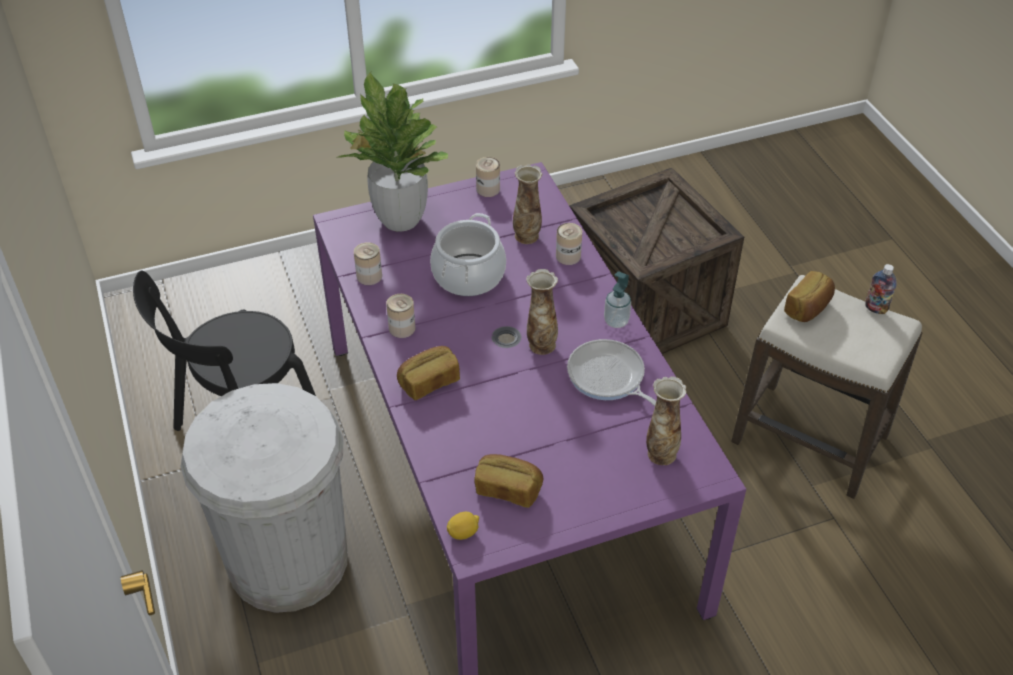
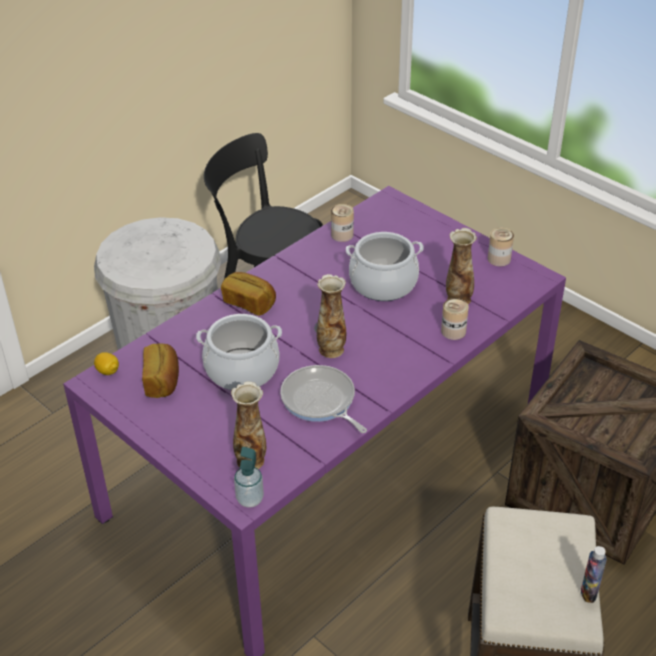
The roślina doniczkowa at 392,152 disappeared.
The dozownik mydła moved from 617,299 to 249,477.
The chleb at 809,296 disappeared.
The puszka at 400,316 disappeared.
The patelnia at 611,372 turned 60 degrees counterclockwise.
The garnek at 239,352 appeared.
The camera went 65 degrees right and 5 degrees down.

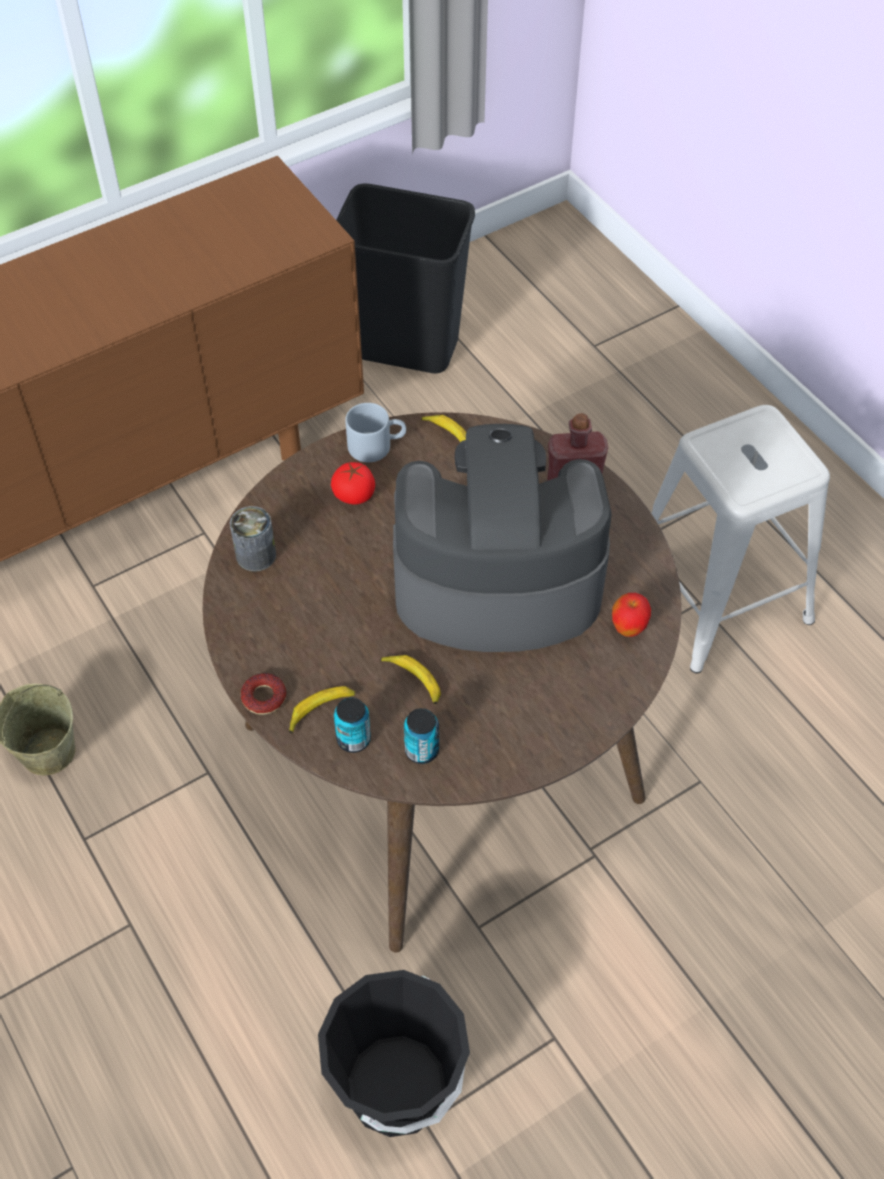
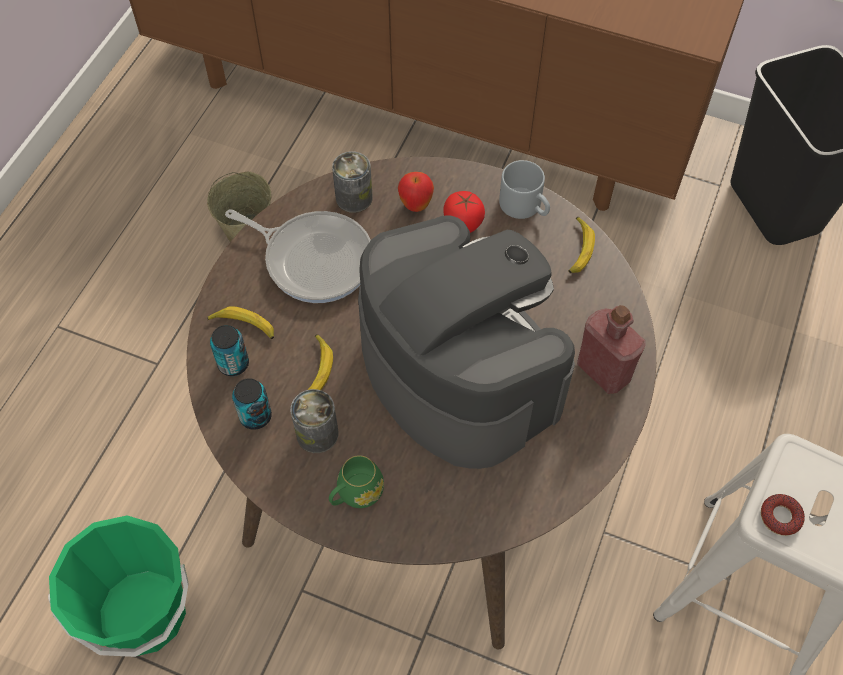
The jabłko moved from 631,615 to 416,192.
The donut moved from 263,694 to 783,515.
The wiadro (czarny) at 394,1053 became the wiadro (zielony) at 118,586.
The patelnia at 298,256 appeared.
The puszka at 314,421 appeared.
The kubek (zielony) at 356,481 appeared.
The camera went 55 degrees right and 5 degrees up.

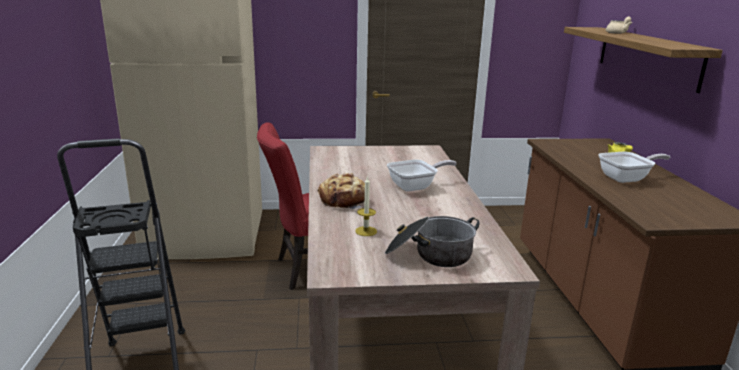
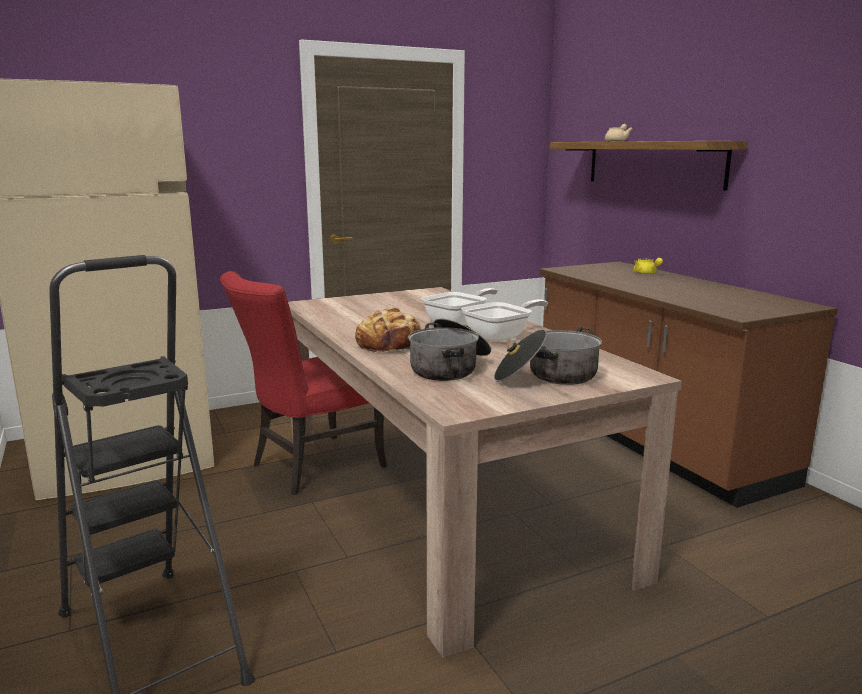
The patelnia moved from 634,167 to 505,320.
The świeca at 366,206 was replaced by the garnek at 449,350.
The camera went 20 degrees left and 5 degrees down.

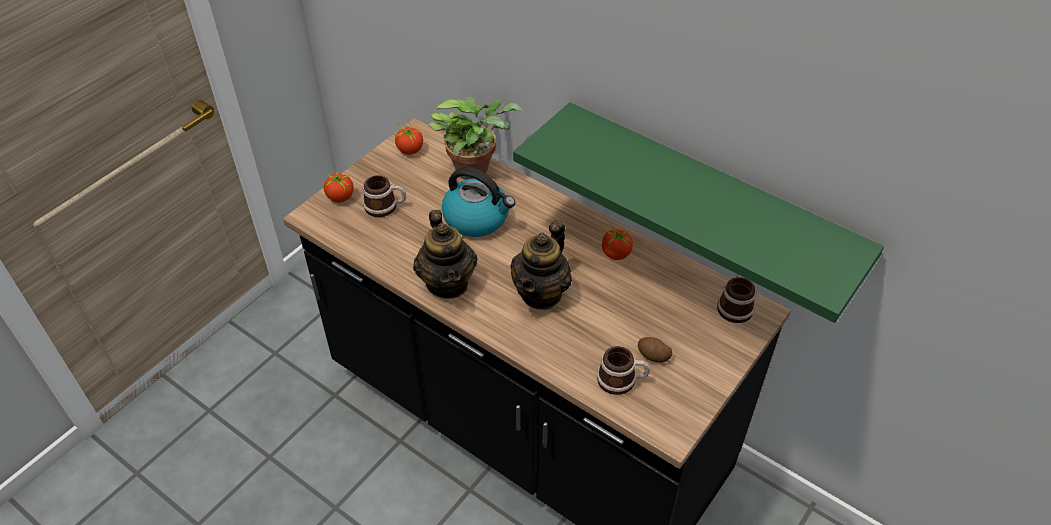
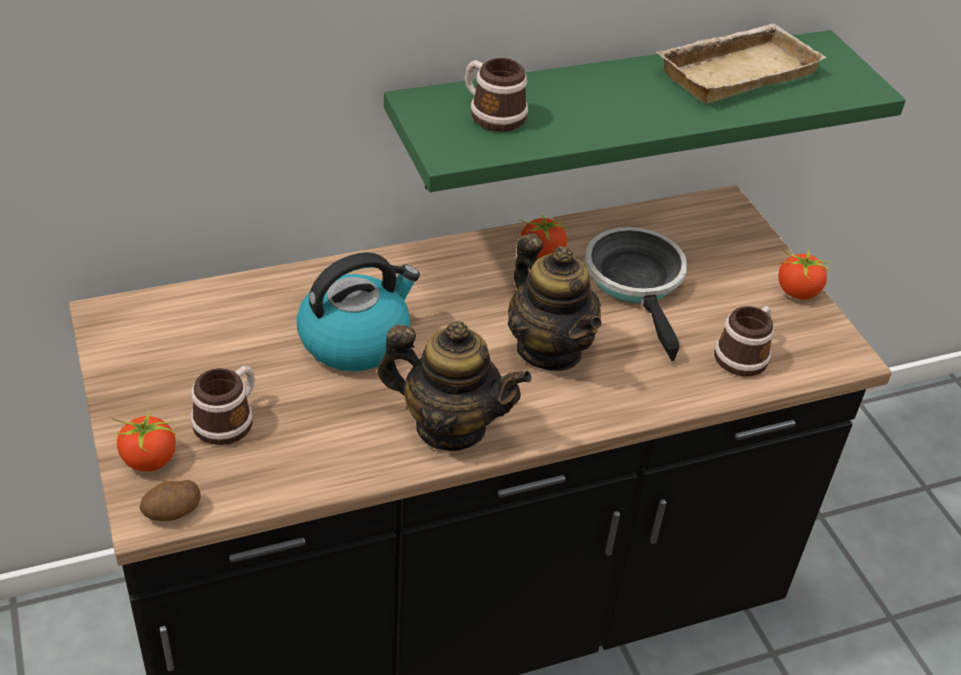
The roślina doniczkowa at 476,138 disappeared.
The pomidor moved from 409,138 to 804,274.
The kubek moved from 736,298 to 496,95.
The ziemniak moved from 655,350 to 170,500.
The taca (beżowy) at 742,63 appeared.
The patelnia at 636,294 appeared.
The camera went 60 degrees left and 5 degrees down.

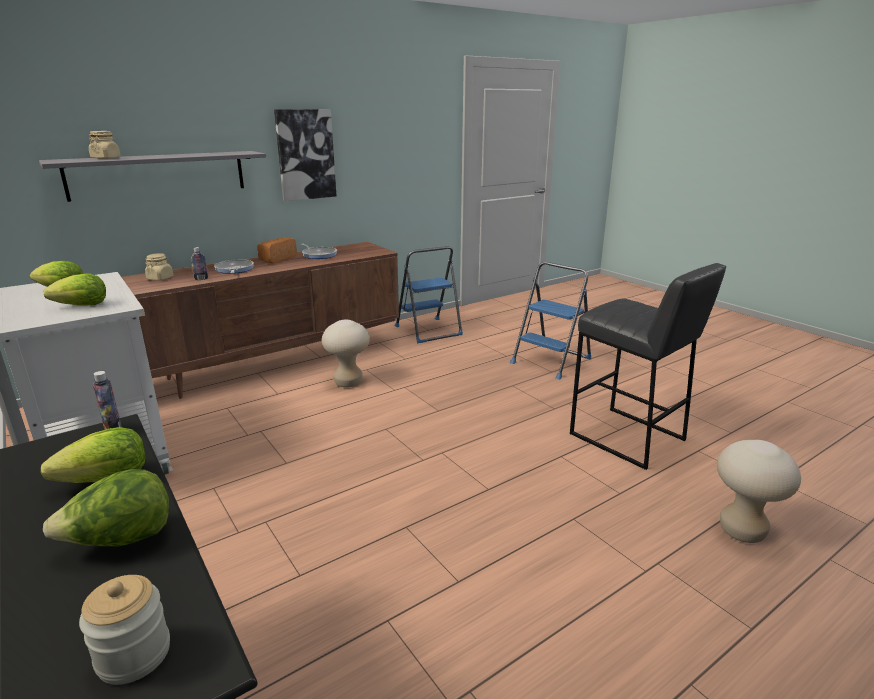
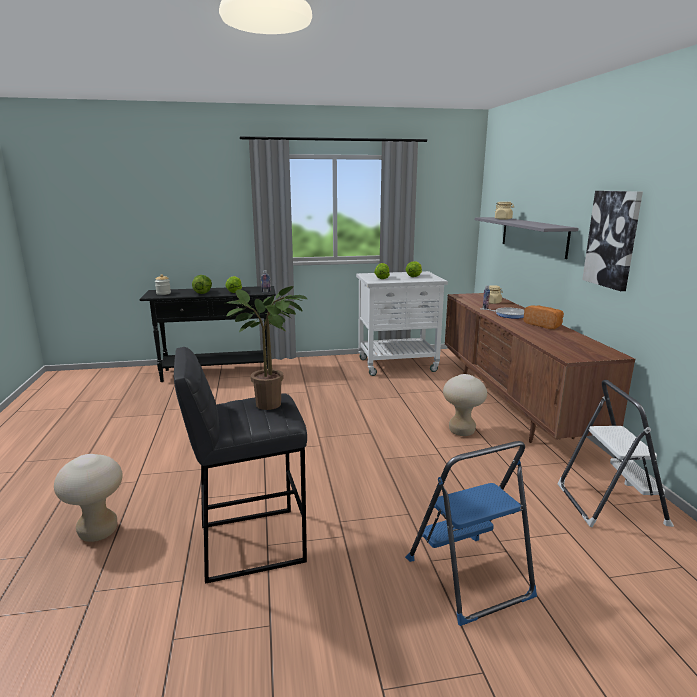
The patelnia at 318,251 disappeared.
The drabinka (niebieski) at 428,294 became the drabinka (biały) at 616,453.
The roślina doniczkowa at 266,348 appeared.
The camera went 115 degrees right and 5 degrees down.

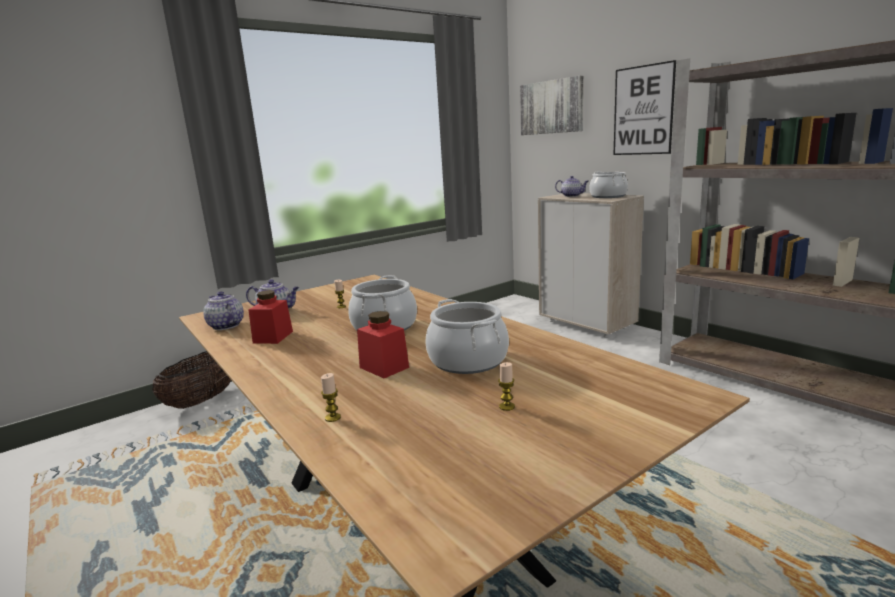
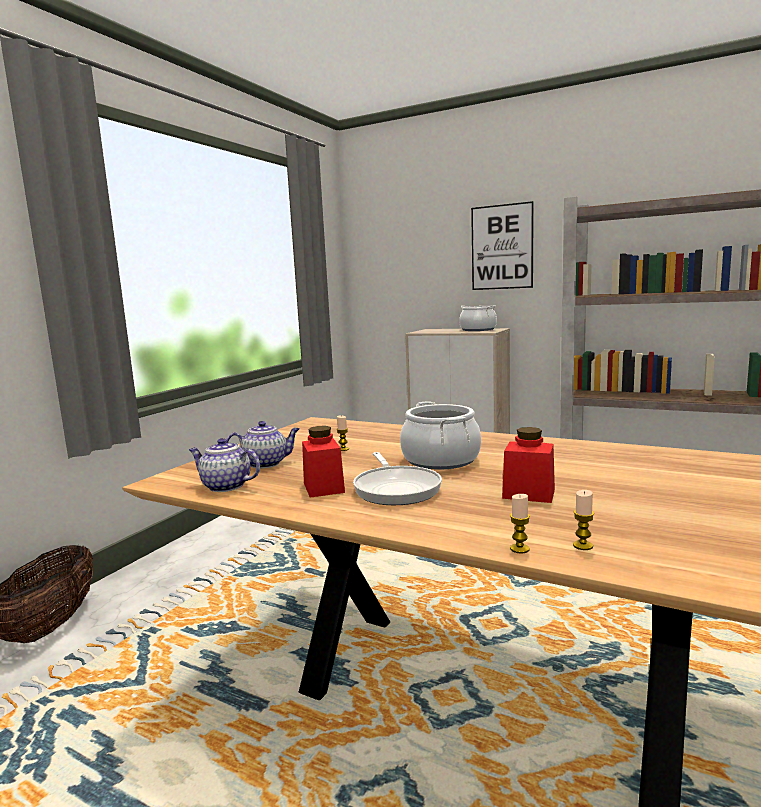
The obraz at 551,105 disappeared.
The imbryk at 571,186 disappeared.
The garnek at 467,336 disappeared.
The świeca moved from 506,386 to 520,524.
The patelnia at 397,478 appeared.
The camera went 25 degrees left and 5 degrees down.

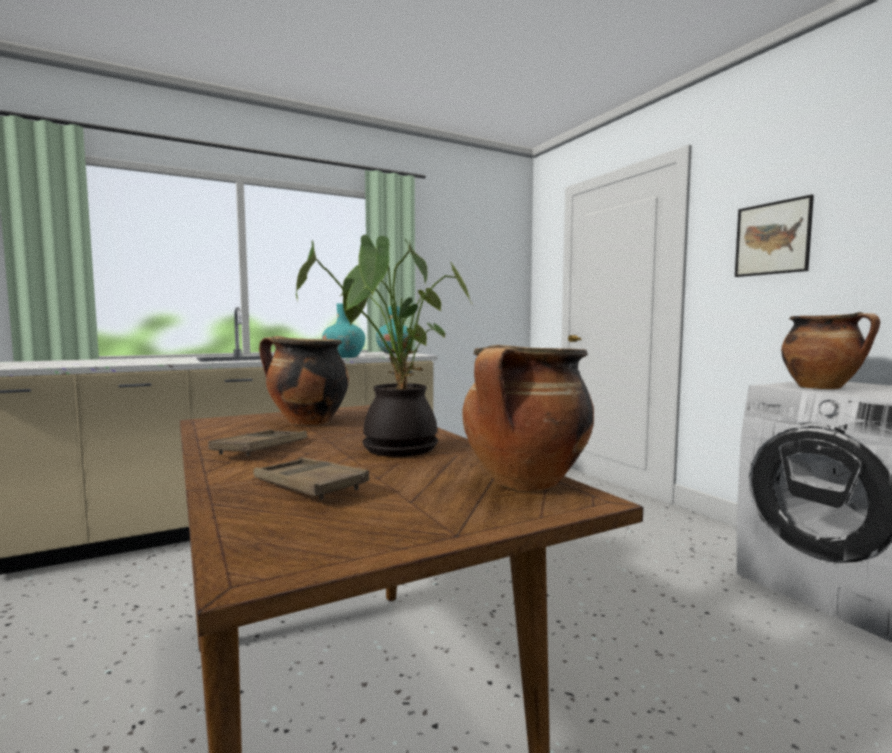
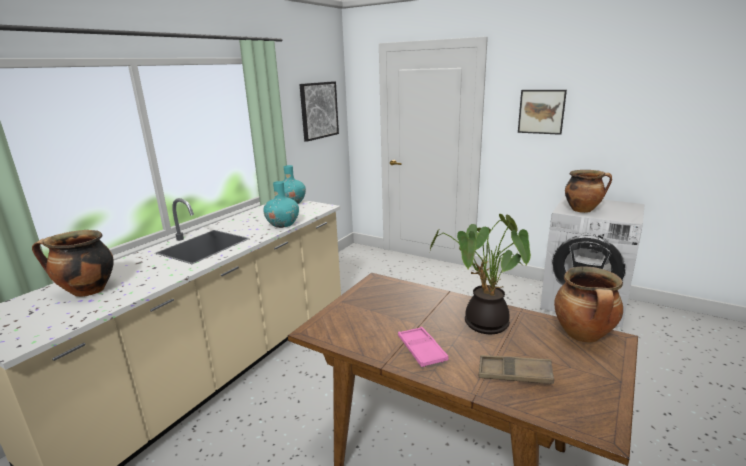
The garnek moved from 304,380 to 73,263.
The taca (brązowy) at 257,443 became the taca (różowy) at 423,347.
The obraz at 319,111 appeared.
The camera went 30 degrees left and 15 degrees up.

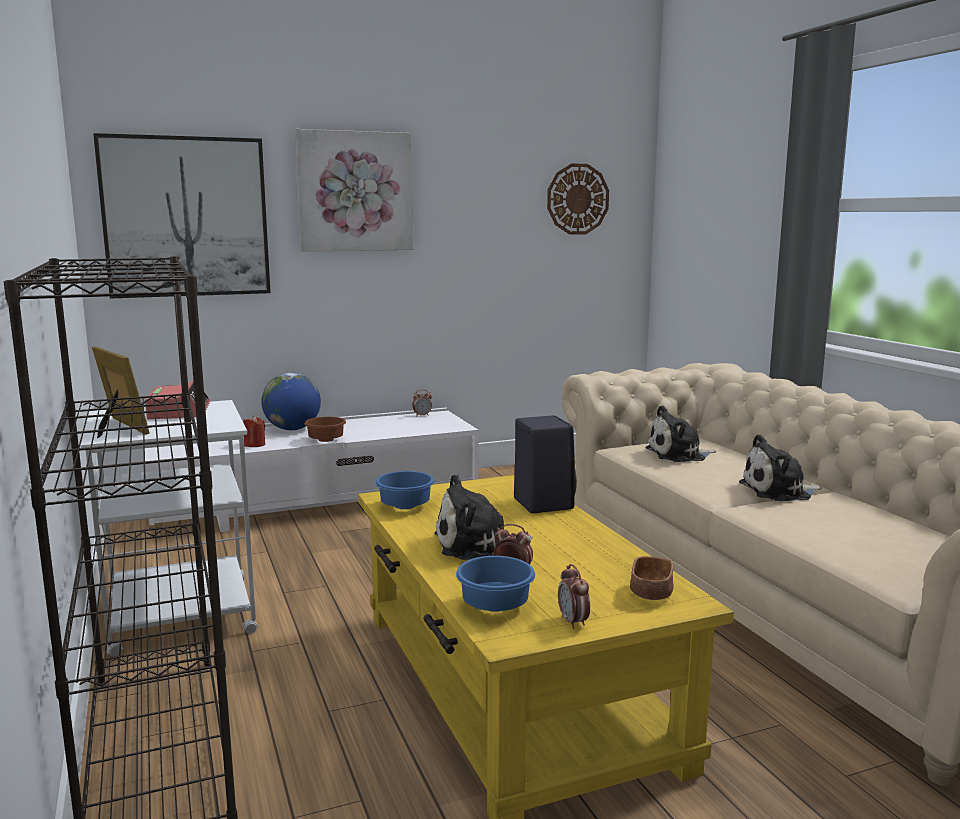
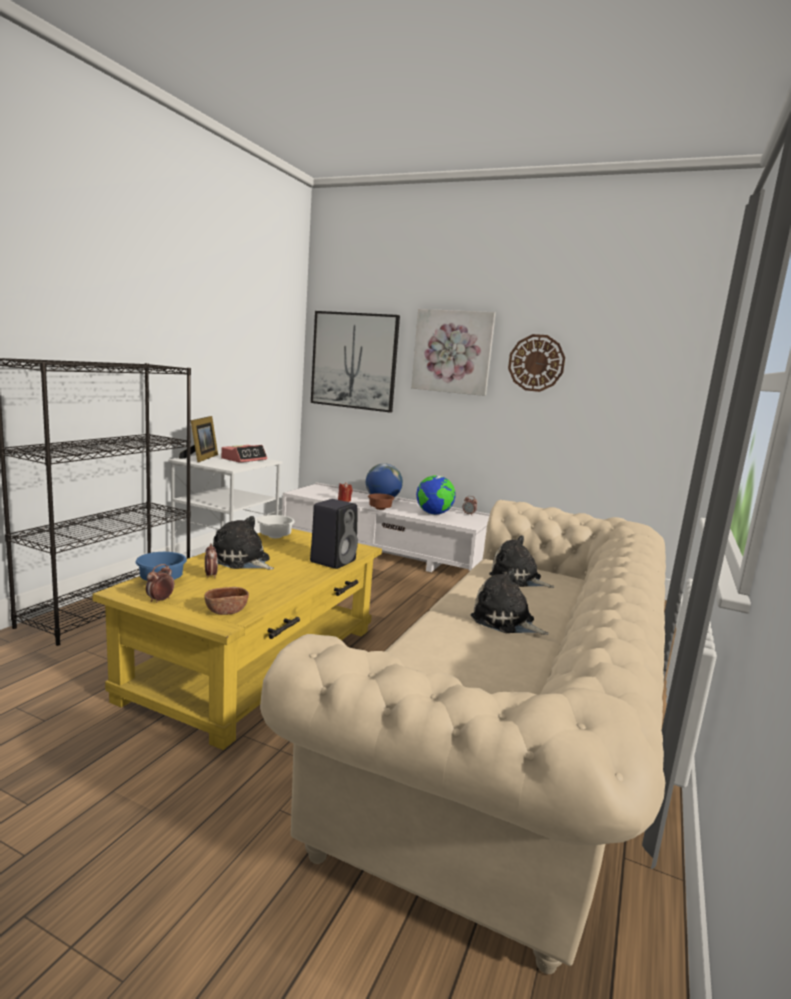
The zegar ścienny moved from 578,199 to 536,363.
The miska (niebieski) at 404,490 became the miska (biały) at 276,526.
The globus at 436,495 appeared.
The camera went 45 degrees right and 0 degrees up.

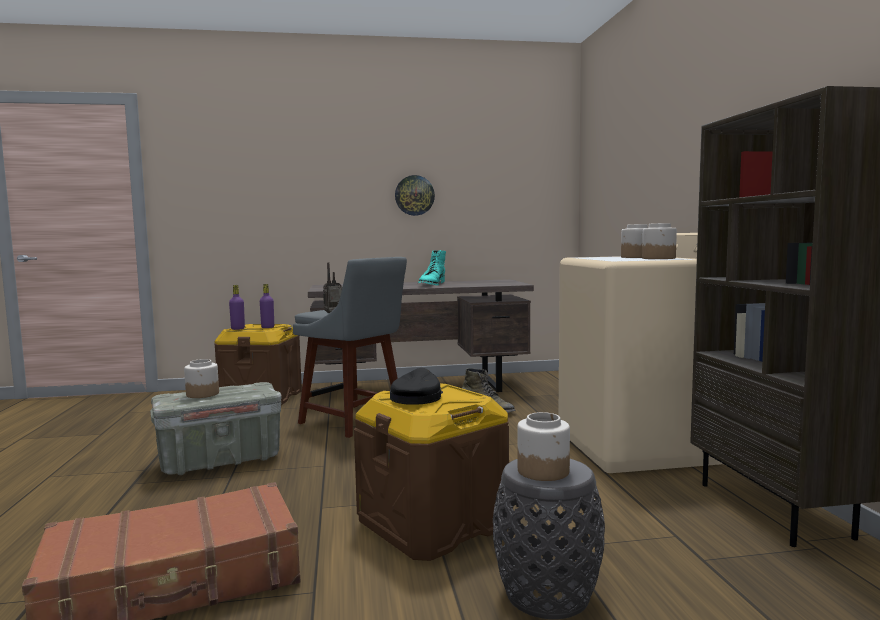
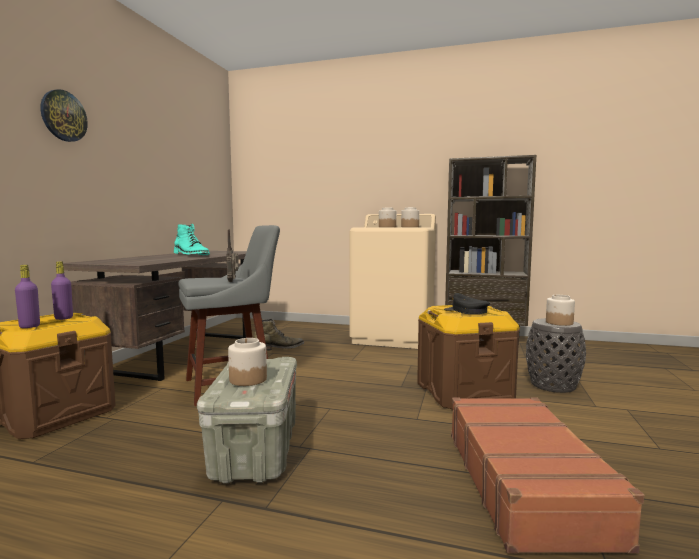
The zegar ścienny moved from 415,195 to 64,115.
The camera went 65 degrees left and 0 degrees up.

